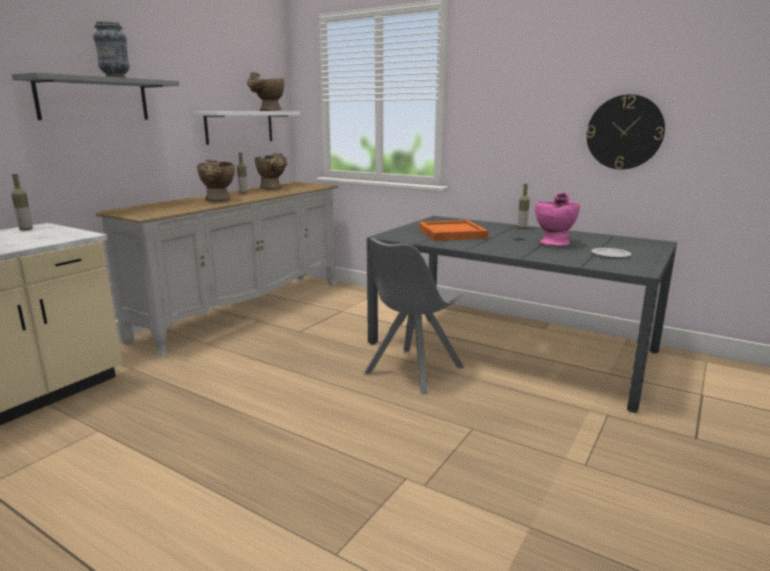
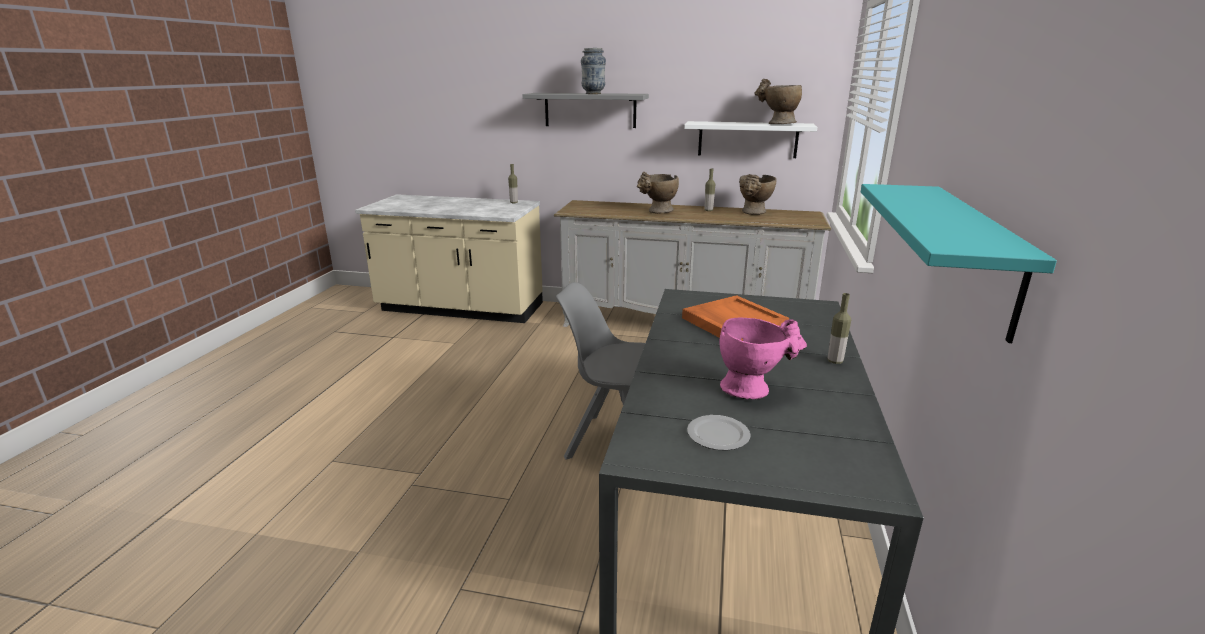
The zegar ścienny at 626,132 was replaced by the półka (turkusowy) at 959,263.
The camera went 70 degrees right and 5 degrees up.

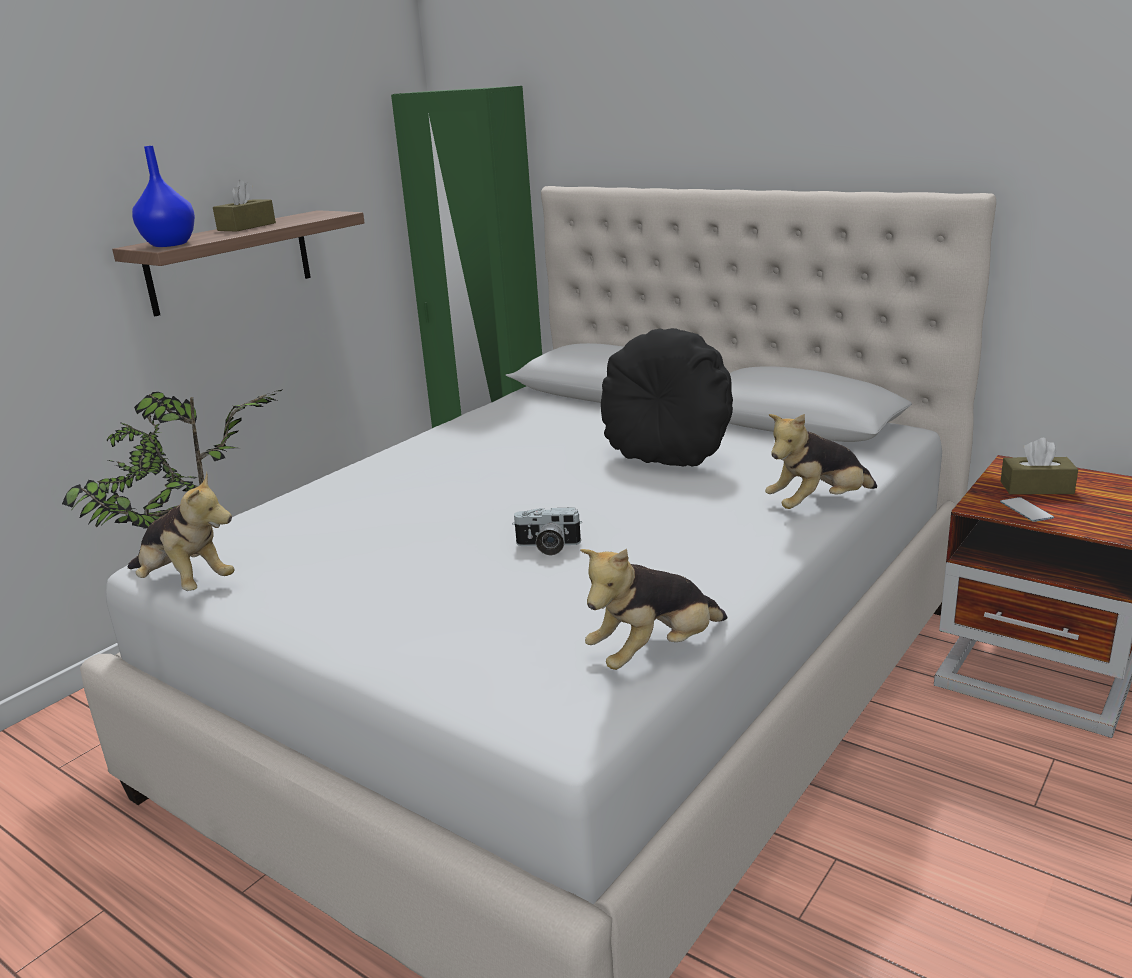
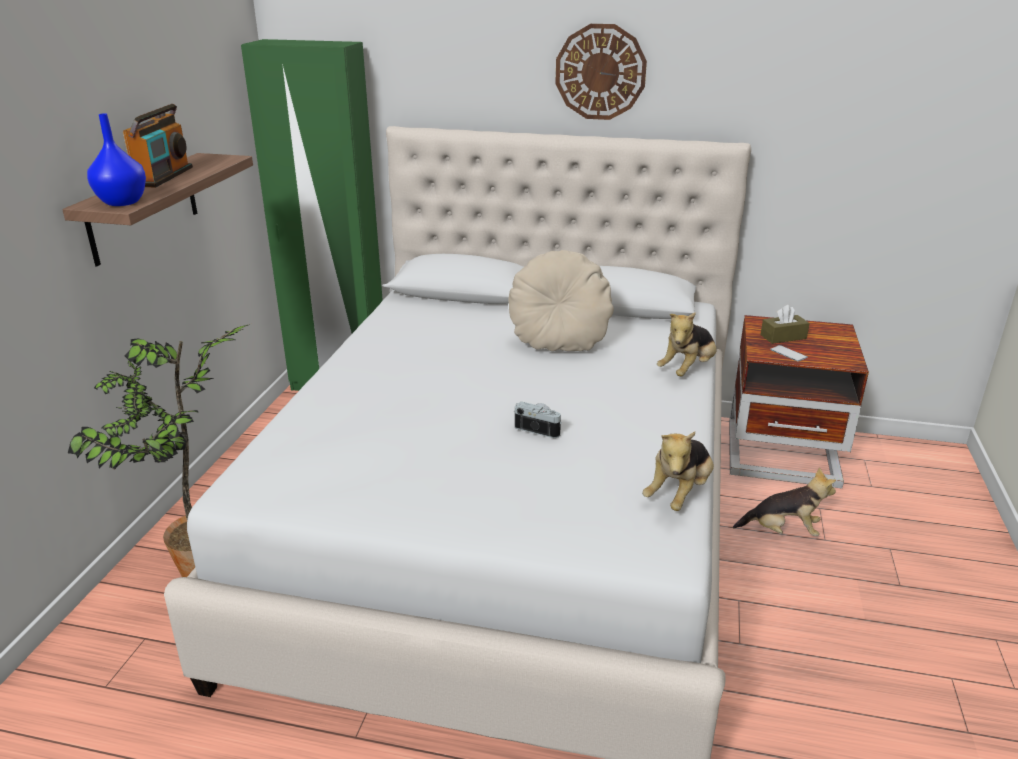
The pudełko chusteczek (brązowy) at 244,206 was replaced by the radio at 158,146.
The poduszka (czarny) at 667,397 became the poduszka (beżowy) at 561,300.
The pluszak moved from 181,531 to 784,501.
The aparat fotograficzny at 547,531 turned 135 degrees counterclockwise.
The zegar ścienny at 601,72 appeared.
The camera went 25 degrees left and 5 degrees up.

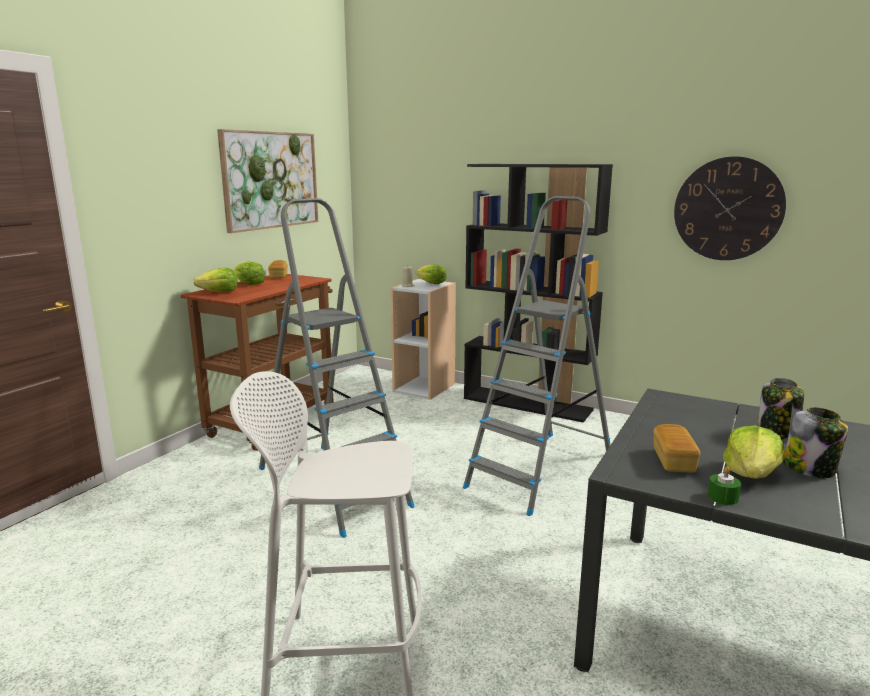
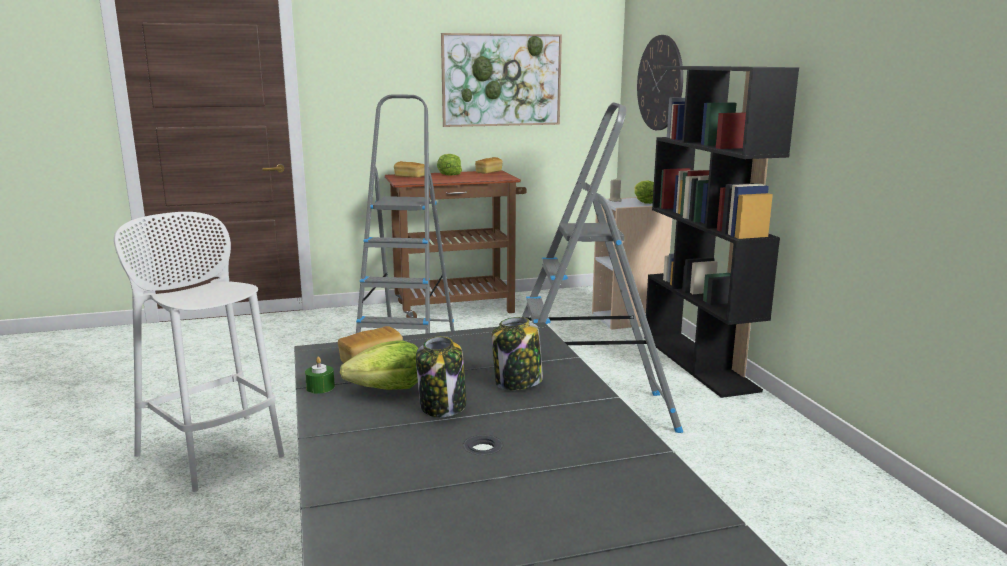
The zegar ścienny moved from 730,208 to 660,82.
The sałata at 215,280 was replaced by the chleb at 409,169.
The camera went 45 degrees right and 0 degrees up.

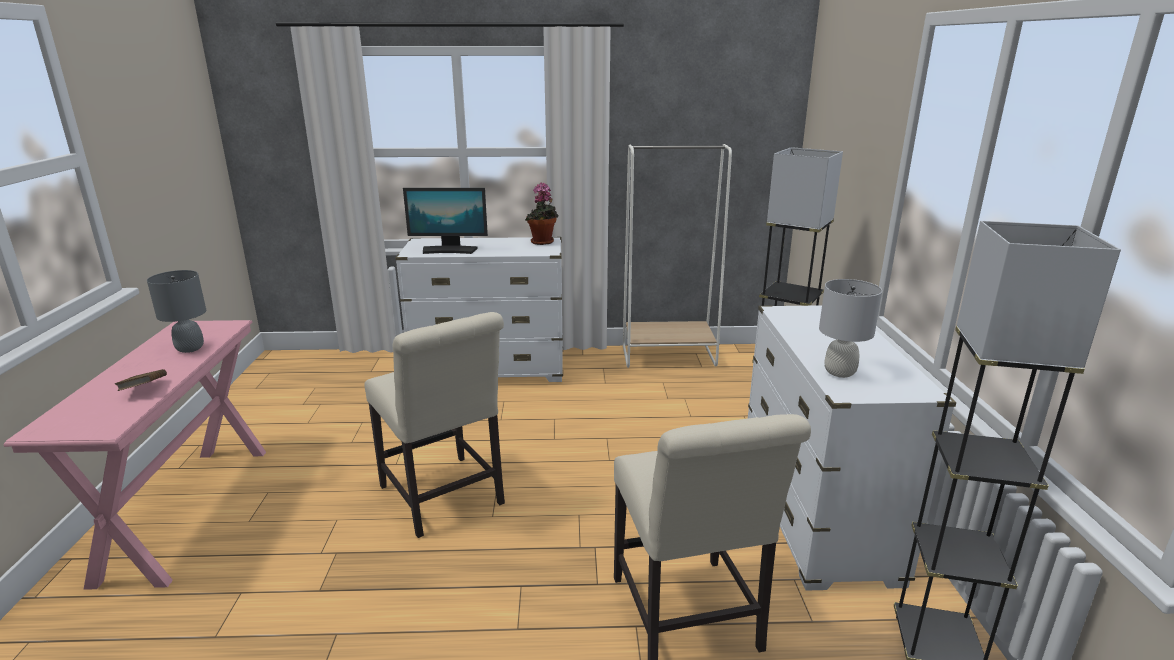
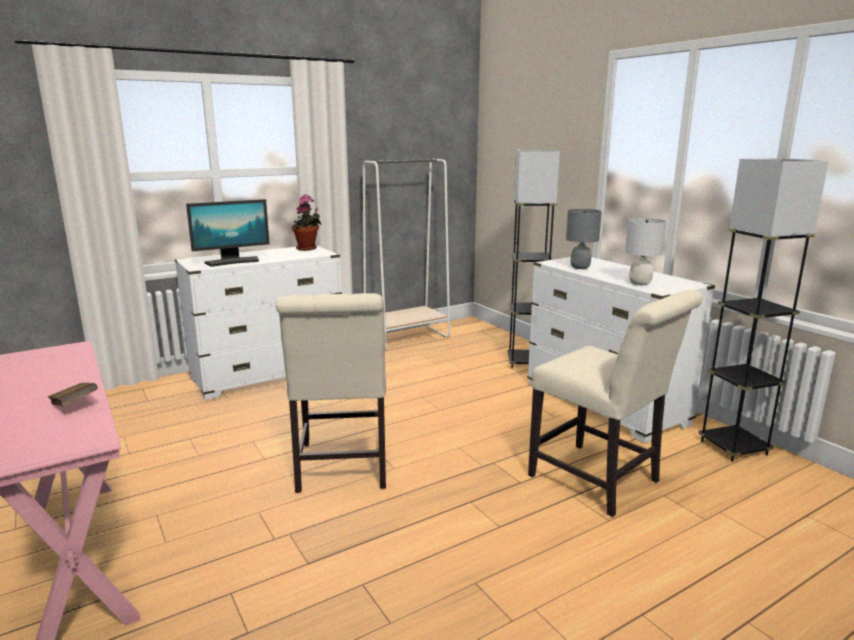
The lampa stołowa (szary) moved from 176,311 to 584,239.
The krzesło (beżowy) at 434,425 turned 60 degrees clockwise.
The camera went 30 degrees left and 5 degrees down.

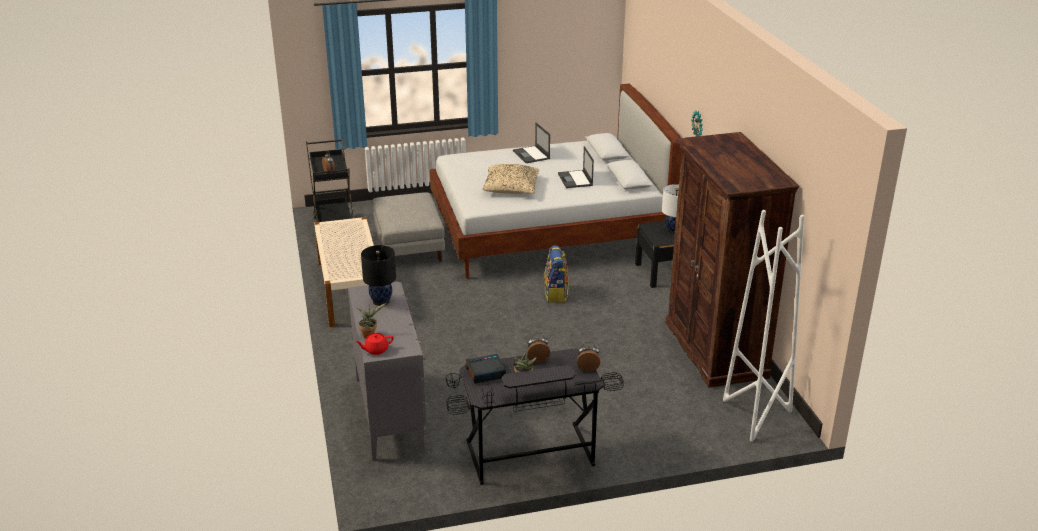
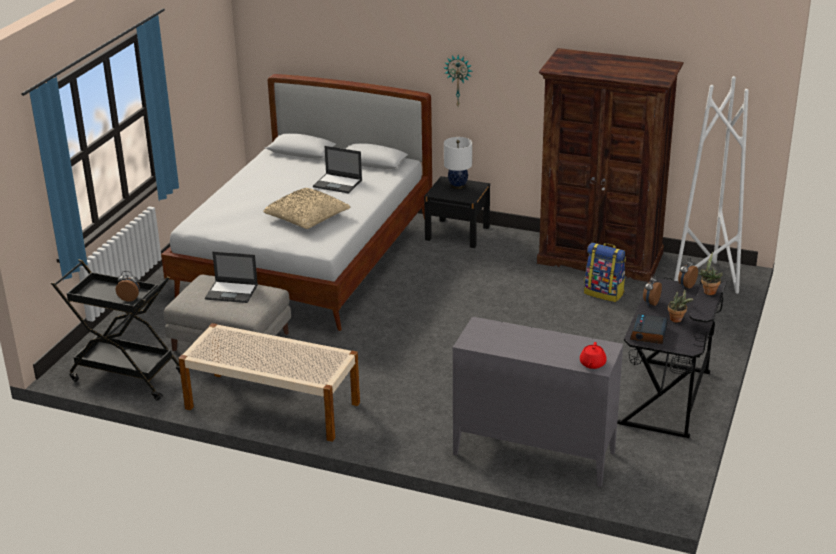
The laptop moved from 531,143 to 231,277.
The lampa stołowa (czarny) at 378,275 disappeared.
The plecak moved from 556,274 to 605,272.
The roślina doniczkowa moved from 371,321 to 710,273.
The camera went 55 degrees left and 0 degrees up.

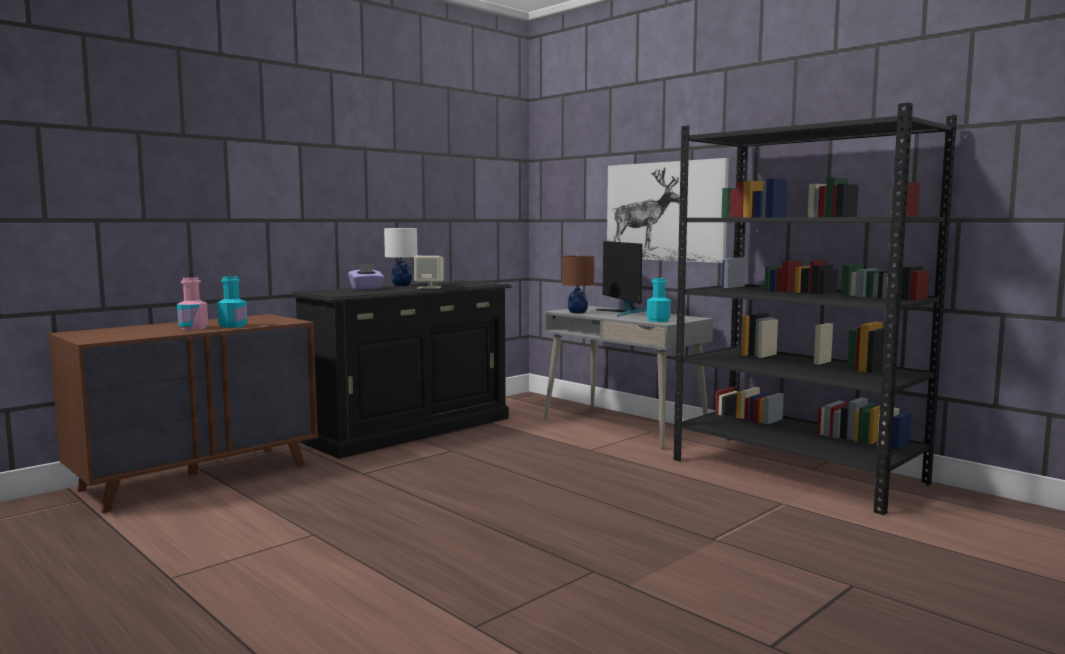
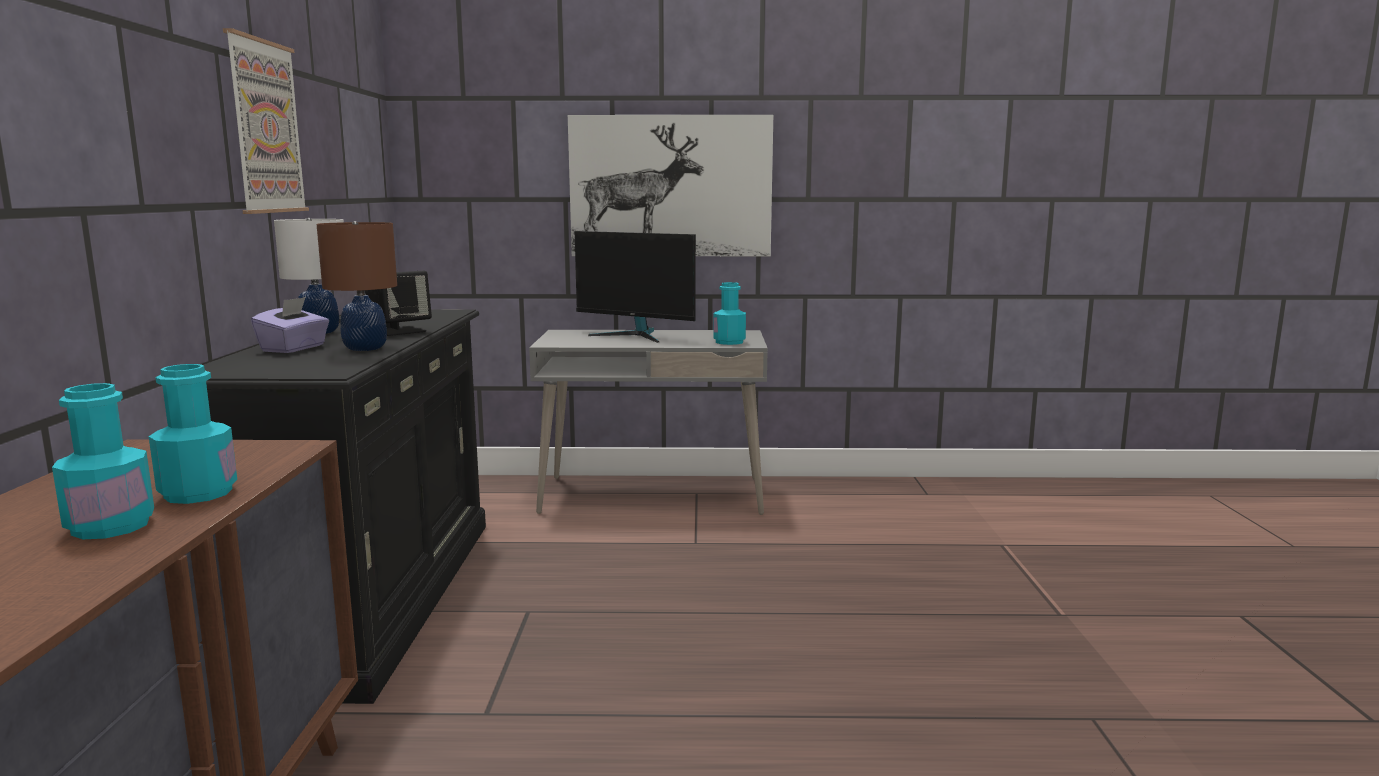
The regał (czarny) at 815,309 disappeared.
The lampa stołowa (brązowy) moved from 578,284 to 357,286.
The głośnik (beżowy) at 429,272 became the głośnik (czarny) at 398,303.
The butelka (różowy) at 192,303 became the butelka (turkusowy) at 103,461.
The obraz at 266,121 appeared.
The camera went 45 degrees left and 5 degrees up.

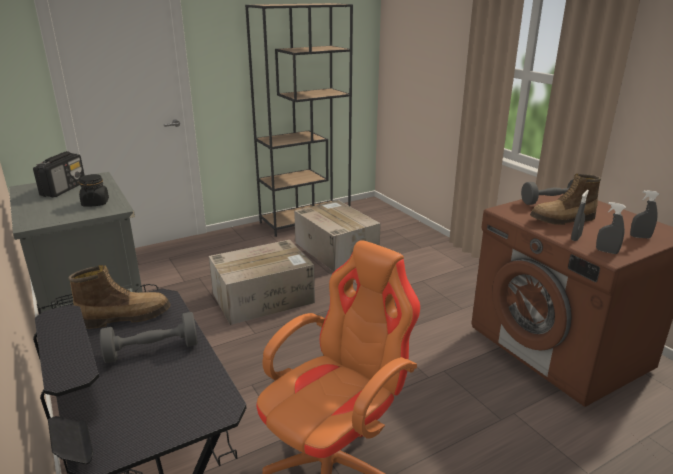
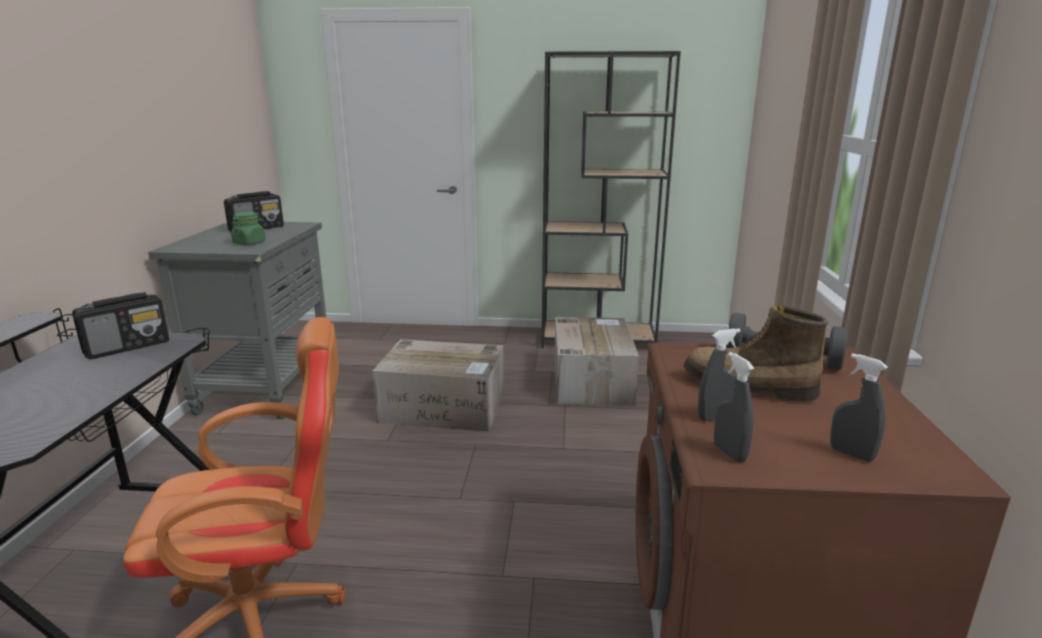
The słoik (czarny) at 94,190 became the słoik (zielony) at 248,228.
The but z cholewką at 119,297 was replaced by the radio at 120,326.
The hantel (szary) at 149,337 disappeared.
The camera went 35 degrees right and 5 degrees down.

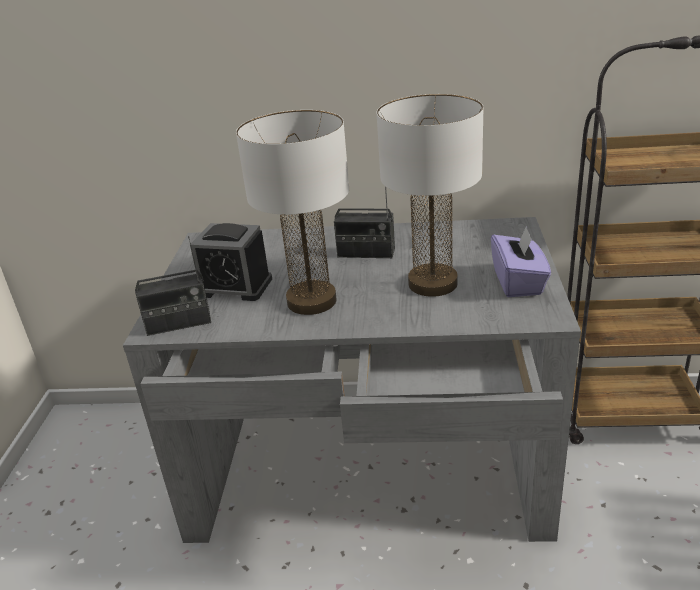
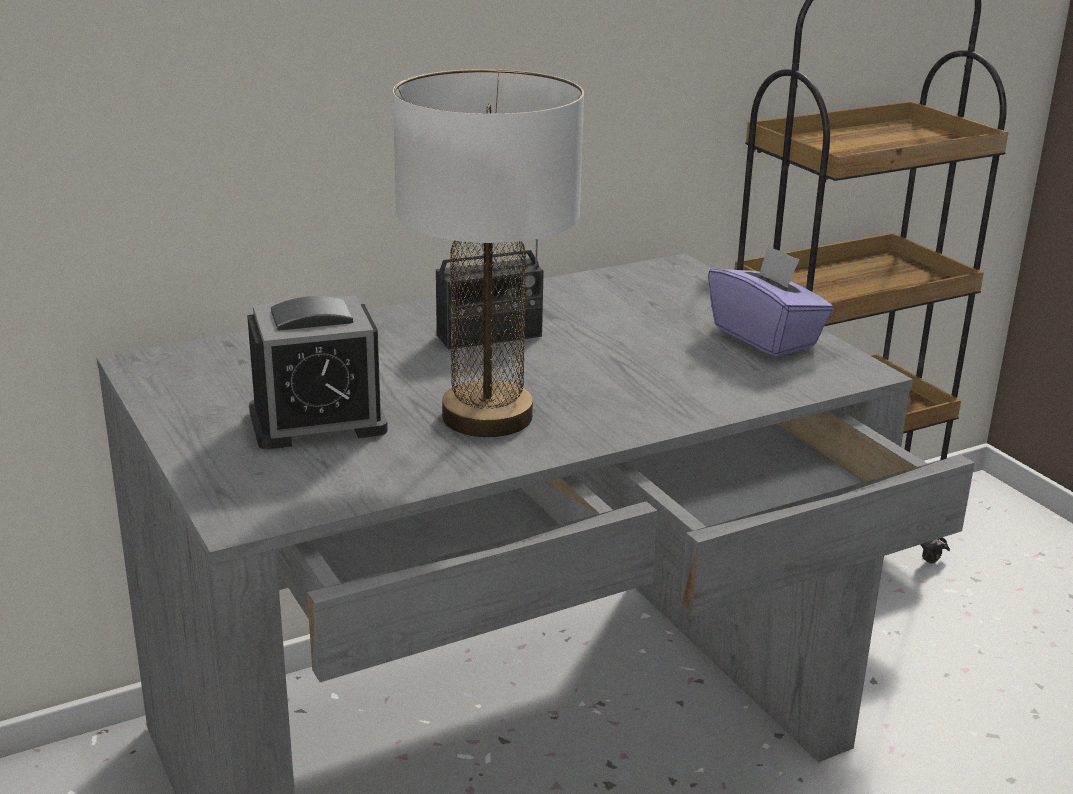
The lampa stołowa at 430,195 disappeared.
The radio at 173,286 disappeared.
The camera went 35 degrees left and 5 degrees down.

